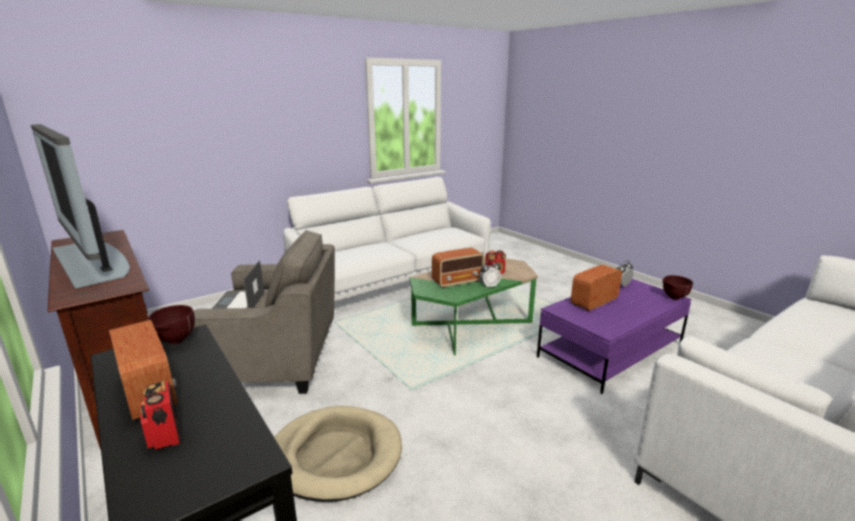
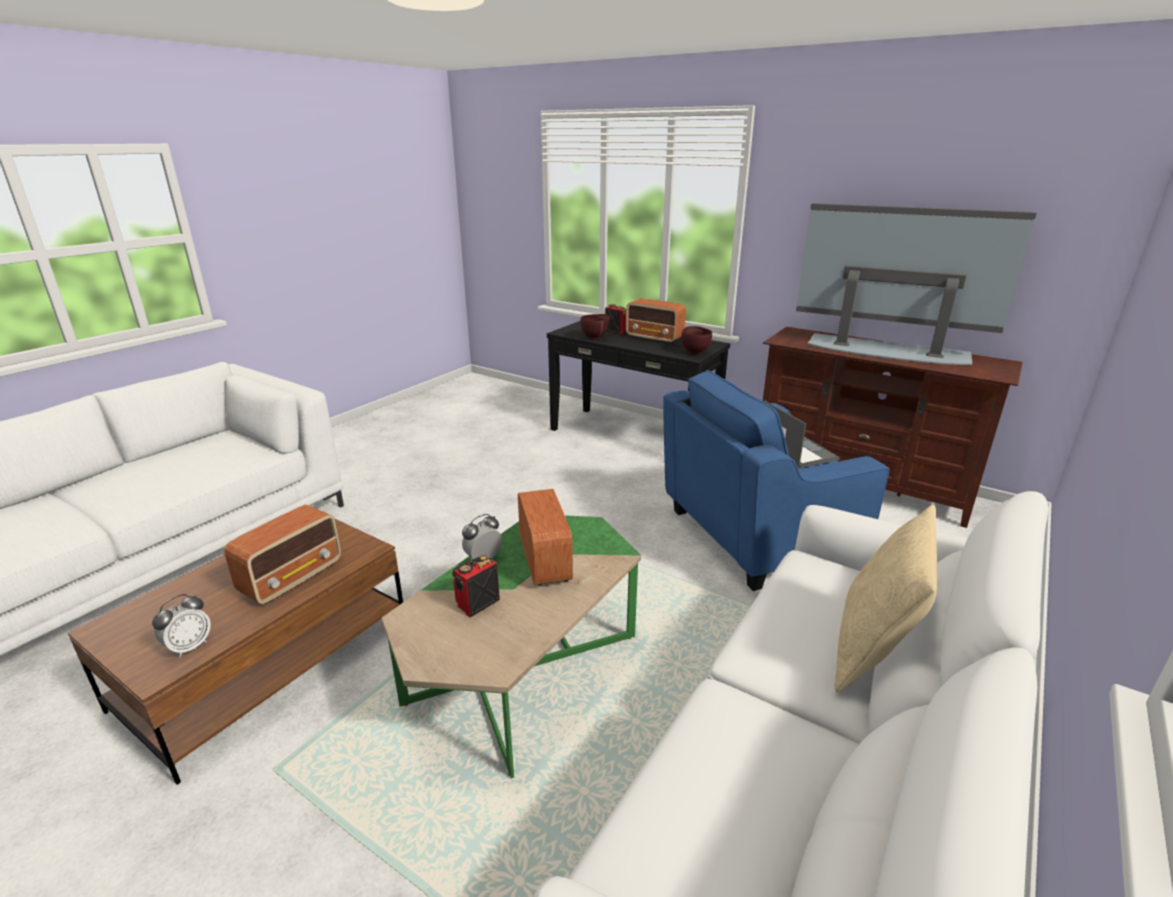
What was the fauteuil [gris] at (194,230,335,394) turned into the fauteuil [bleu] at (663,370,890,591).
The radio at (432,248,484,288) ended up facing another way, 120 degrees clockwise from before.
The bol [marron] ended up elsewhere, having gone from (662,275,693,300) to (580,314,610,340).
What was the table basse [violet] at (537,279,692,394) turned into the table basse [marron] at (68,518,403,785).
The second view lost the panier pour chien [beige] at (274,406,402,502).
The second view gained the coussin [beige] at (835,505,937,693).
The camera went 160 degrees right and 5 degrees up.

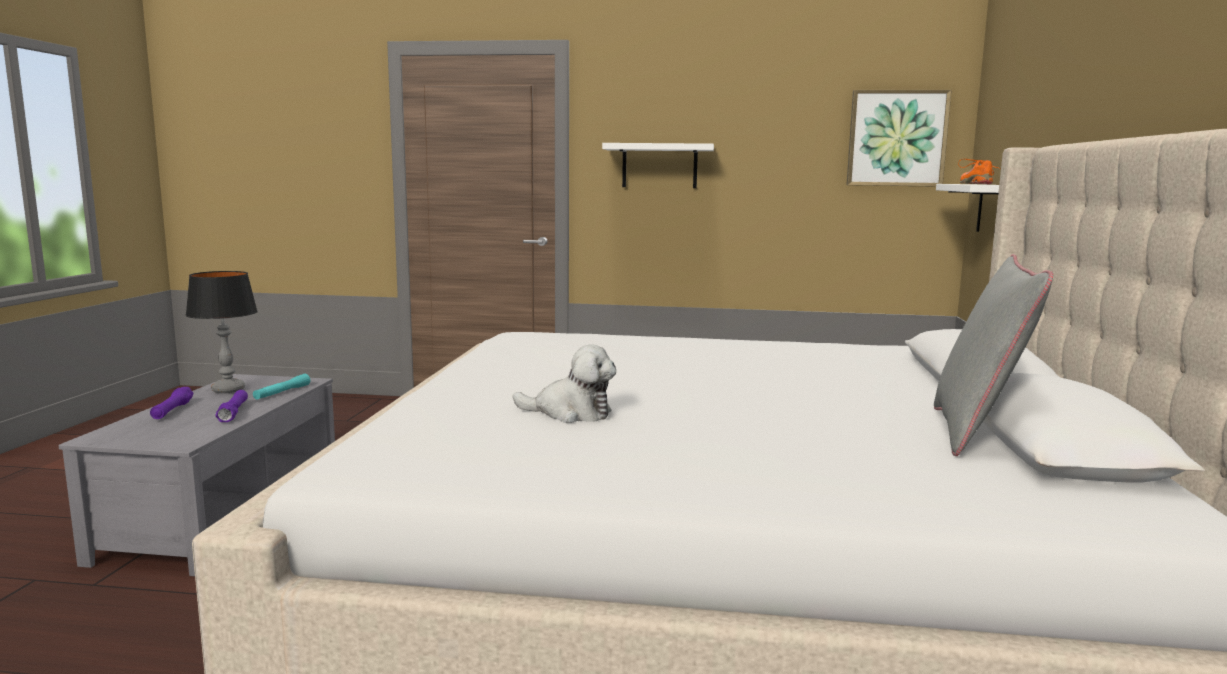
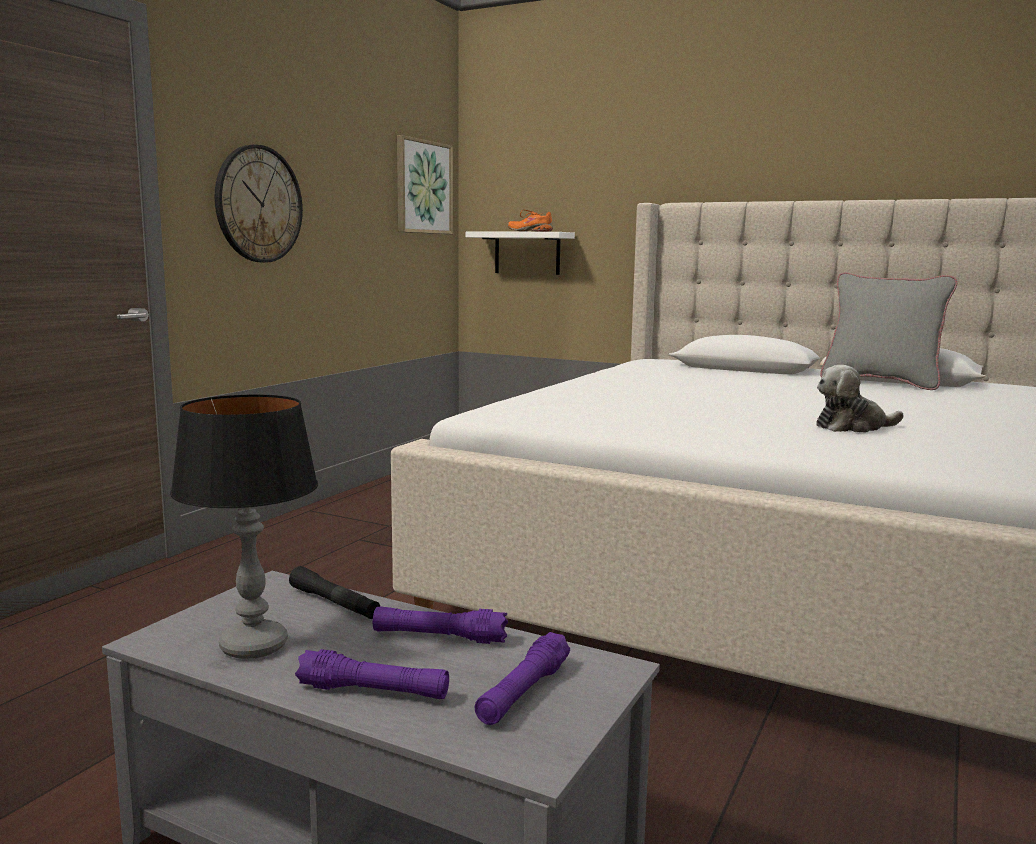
Where the étagère [blanc] hung at (602,143,714,188), the horloge murale came to hang at (215,144,303,263).
The peluche at (513,344,616,423) ended up facing another way, 135 degrees counterclockwise from before.
What was the lampe de poche [turquoise] at (253,374,310,400) turned into the lampe de poche [noir] at (289,566,380,619).
The second view gained the lampe de poche [violet] at (475,632,570,725).
The camera went 70 degrees left and 0 degrees up.

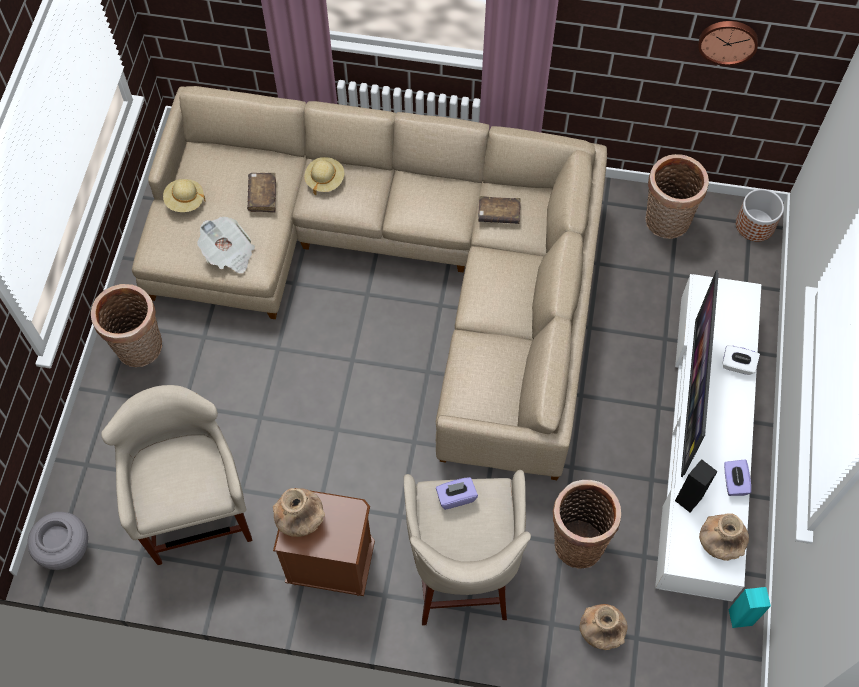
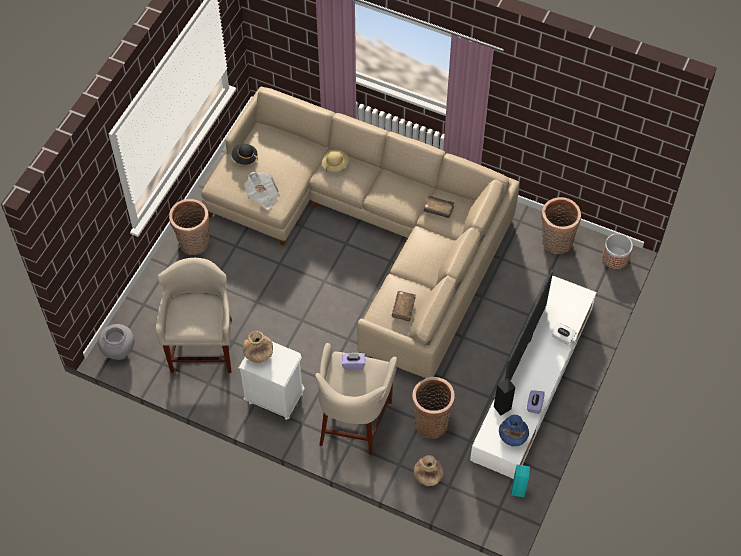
The second view lost the horloge murale at (698,21,758,66).
The livre [marron] ended up elsewhere, having gone from (247,173,276,212) to (392,291,416,322).
What was the chapeau [beige] at (163,179,206,212) turned into the chapeau [noir] at (232,144,258,165).
What was the table de chevet [marron] at (273,488,375,596) turned into the table de chevet [blanc] at (239,342,305,420).
What was the vase [marron] at (699,513,749,561) turned into the vase [bleu] at (499,415,529,446).
The camera went 15 degrees right and 5 degrees down.

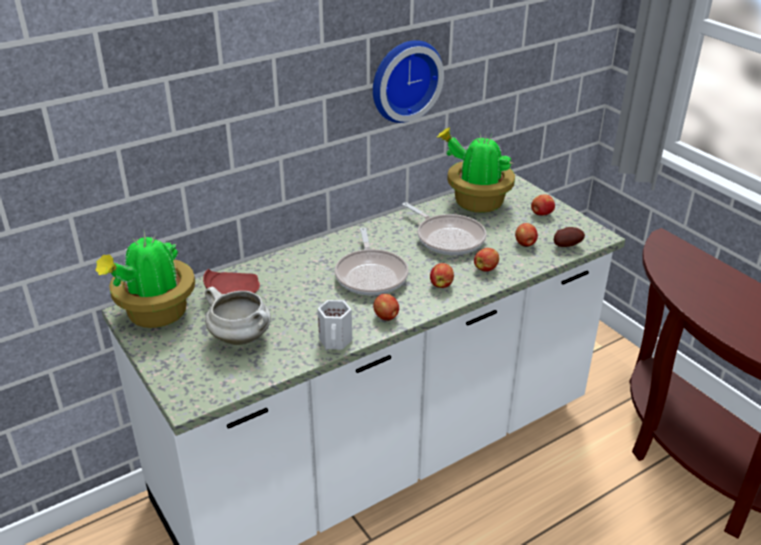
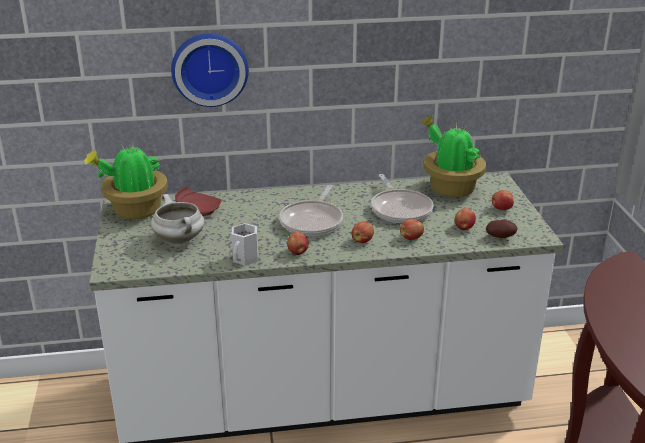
The horloge murale ended up elsewhere, having gone from (373,40,444,123) to (171,33,249,107).
The camera went 25 degrees right and 5 degrees down.

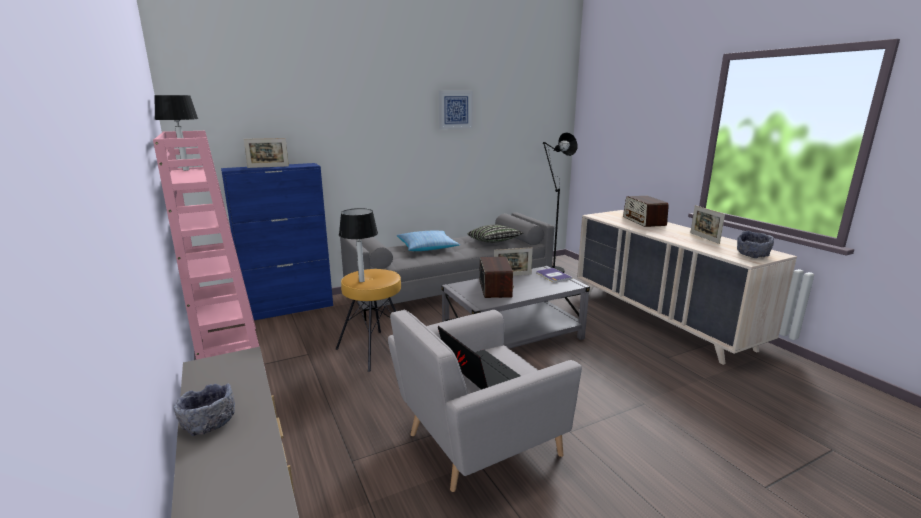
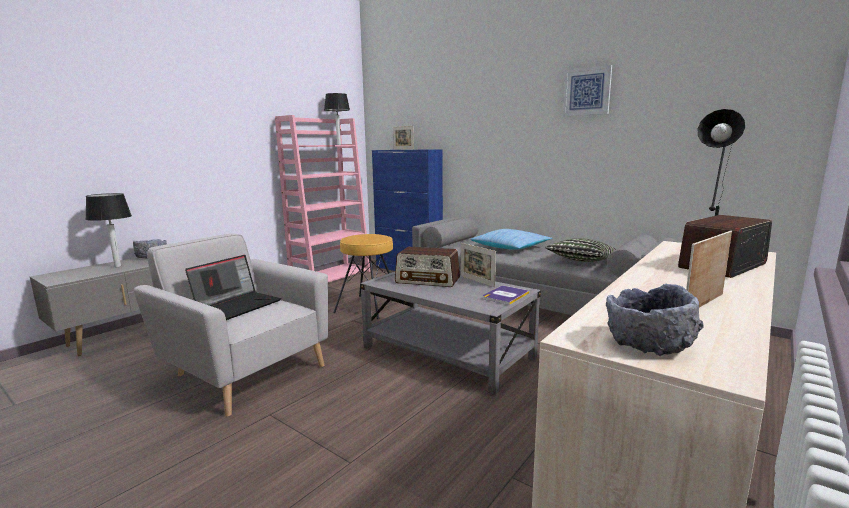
The lampe de table ended up elsewhere, having gone from (339,208,378,282) to (85,193,132,267).
The radio at (479,257,514,298) ended up facing another way, 45 degrees clockwise from before.
The camera went 65 degrees right and 5 degrees down.

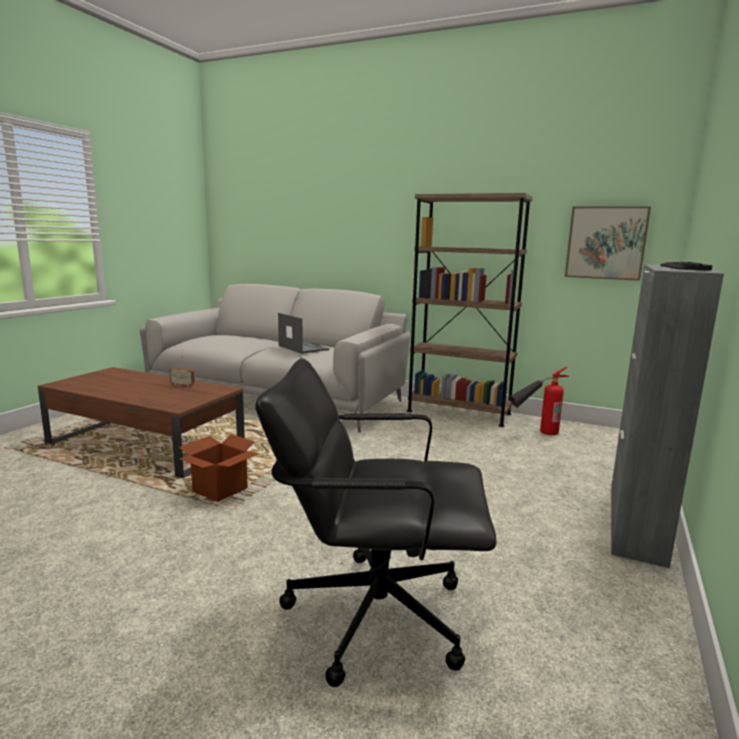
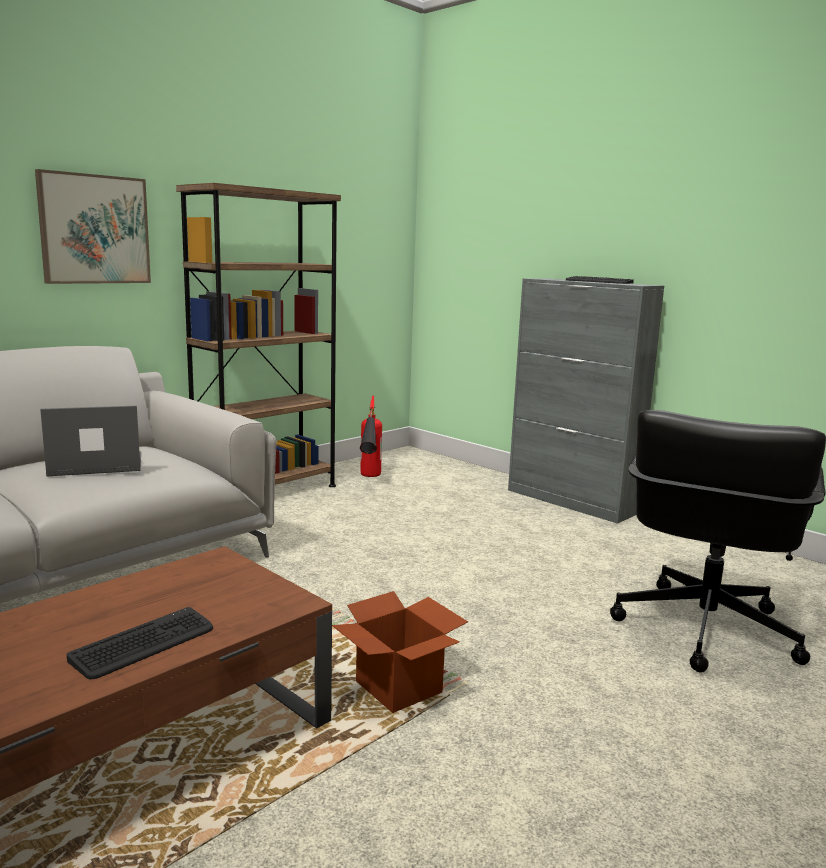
The tableau ended up elsewhere, having gone from (565,206,651,281) to (35,169,151,284).
The second view lost the radio at (169,356,195,387).
The second view gained the clavier at (67,607,213,679).
The camera went 70 degrees left and 0 degrees up.

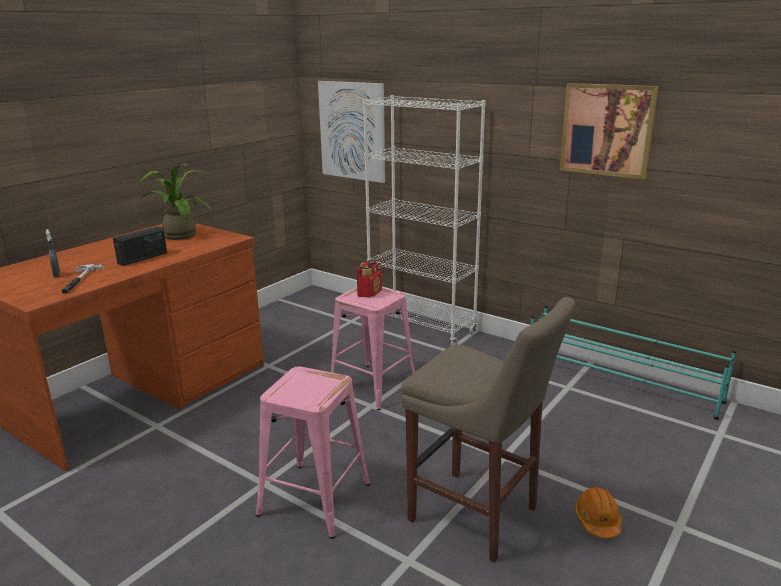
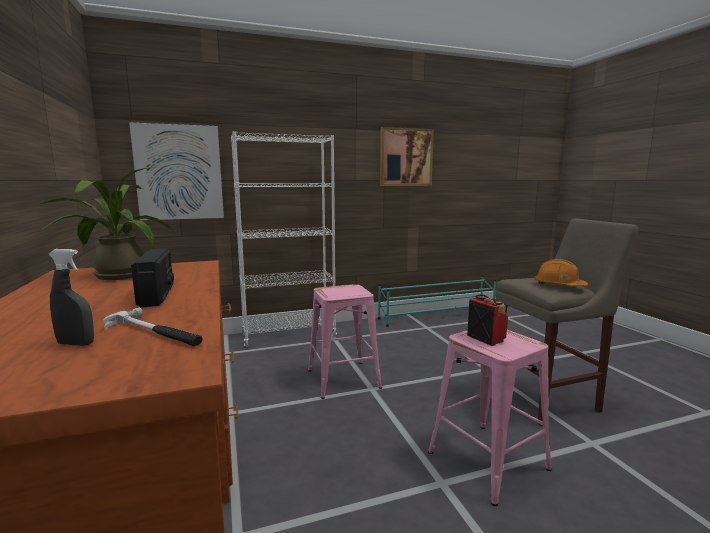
The radio ended up elsewhere, having gone from (357,260,382,298) to (467,295,508,346).
The casque de chantier [orange] ended up elsewhere, having gone from (575,487,622,538) to (534,259,588,287).
The camera went 55 degrees left and 10 degrees down.

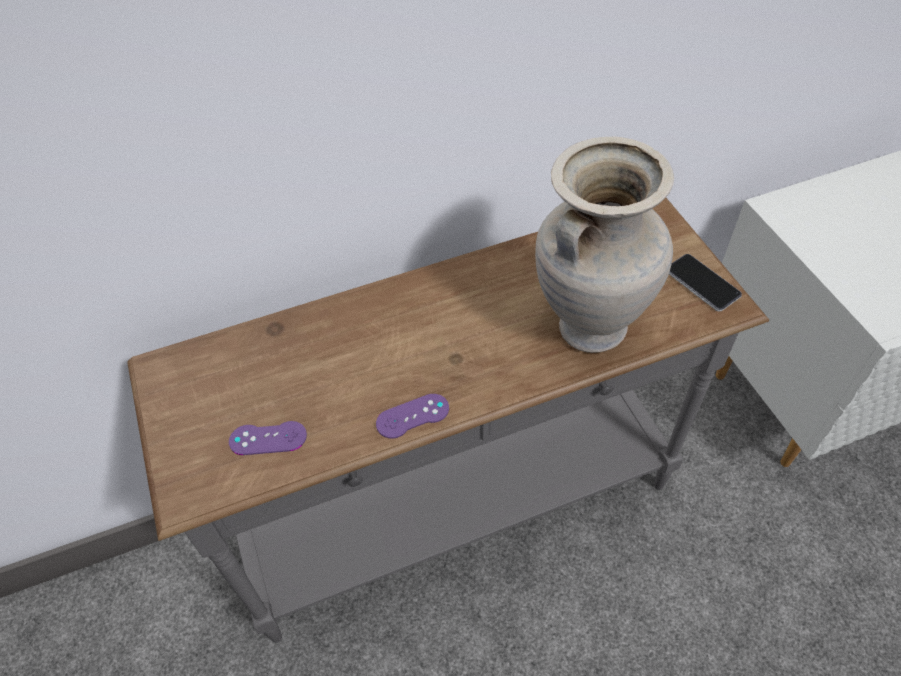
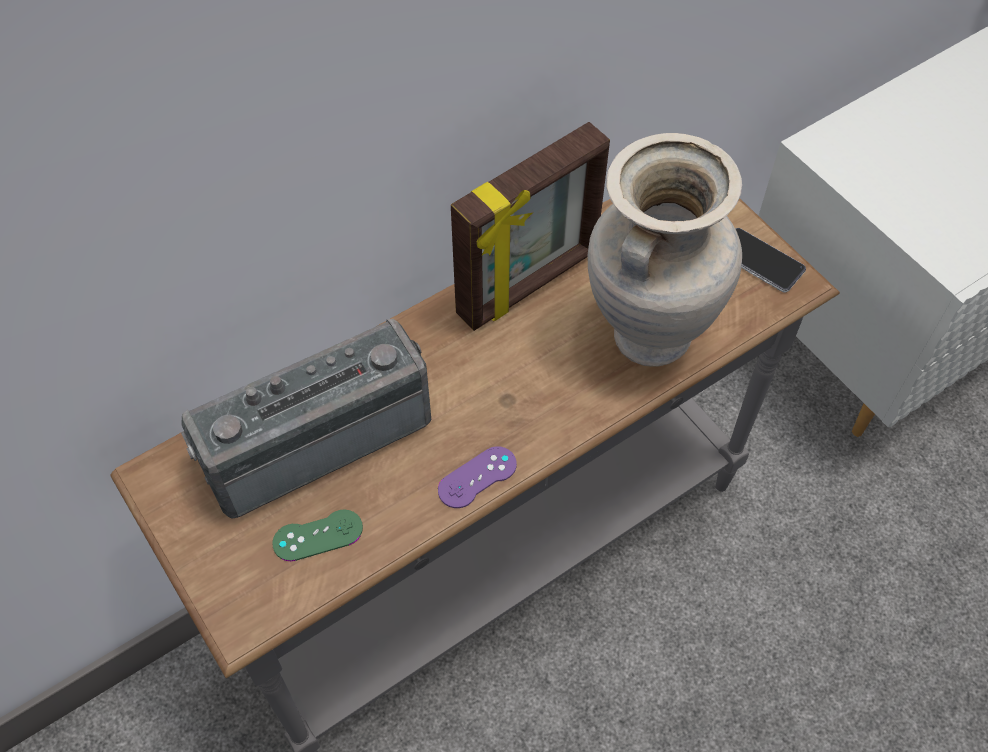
What was the manette [violet] at (229,421,307,455) turned into the manette [vert] at (272,509,363,561).
The second view gained the cadre photo at (451,122,610,331).
The second view gained the radio at (181,319,431,519).
The camera went 15 degrees left and 5 degrees up.

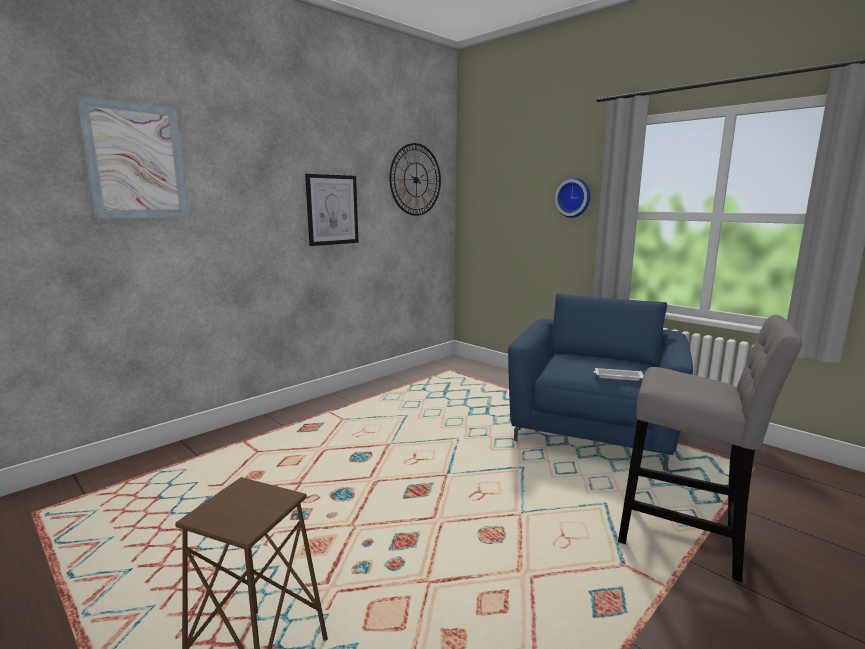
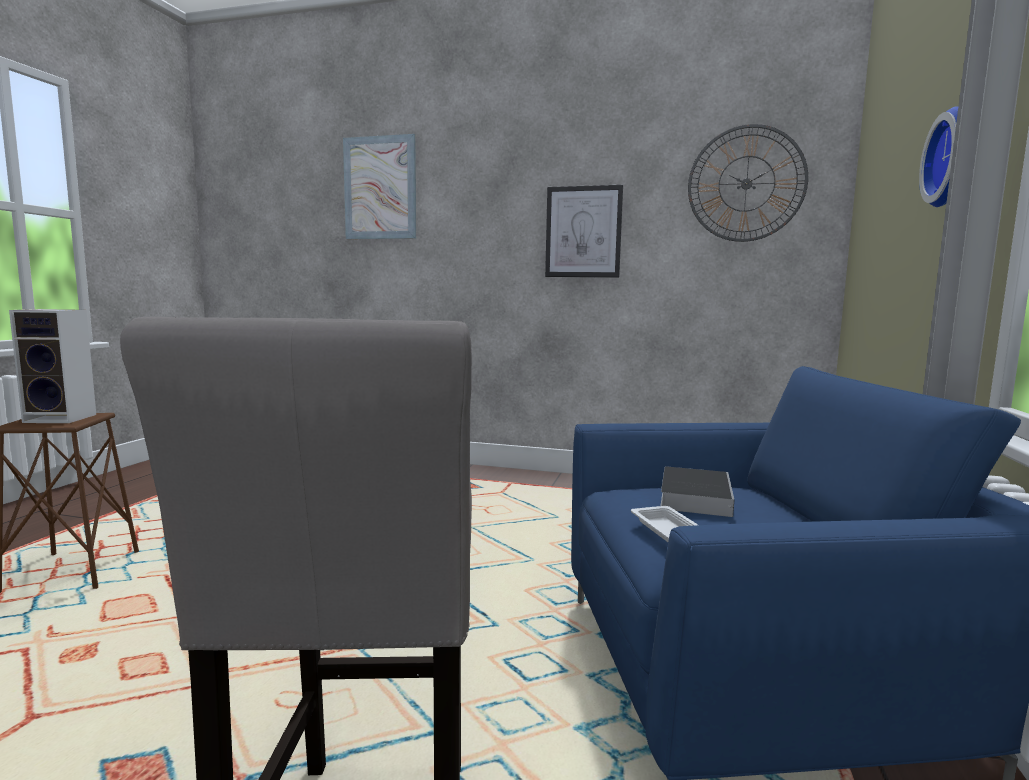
The second view gained the enceinte at (9,309,96,423).
The second view gained the livre at (661,466,734,517).
The camera went 60 degrees right and 5 degrees down.

